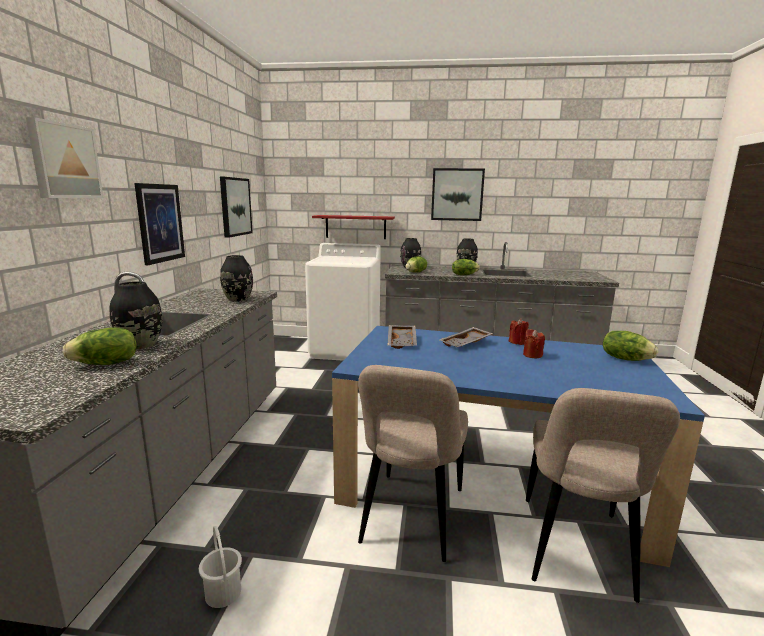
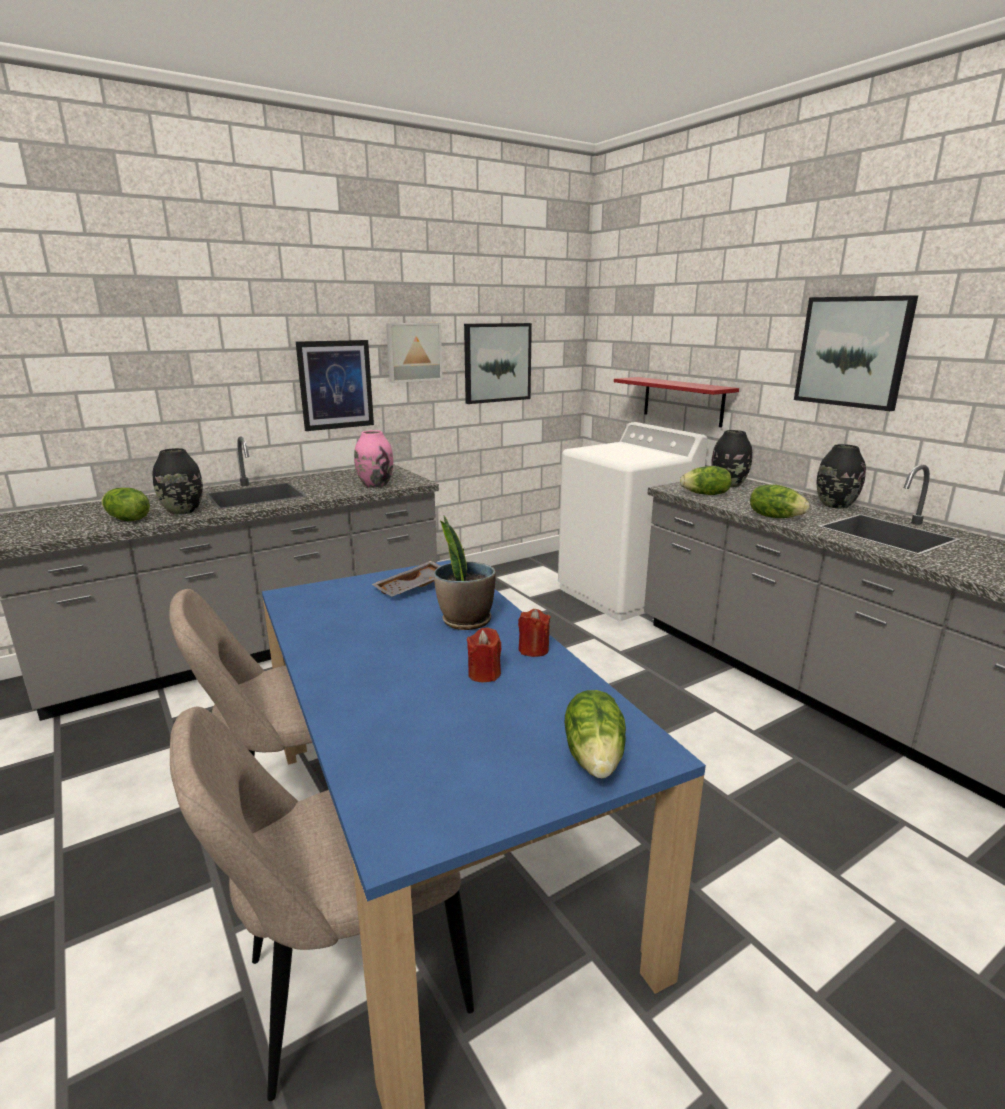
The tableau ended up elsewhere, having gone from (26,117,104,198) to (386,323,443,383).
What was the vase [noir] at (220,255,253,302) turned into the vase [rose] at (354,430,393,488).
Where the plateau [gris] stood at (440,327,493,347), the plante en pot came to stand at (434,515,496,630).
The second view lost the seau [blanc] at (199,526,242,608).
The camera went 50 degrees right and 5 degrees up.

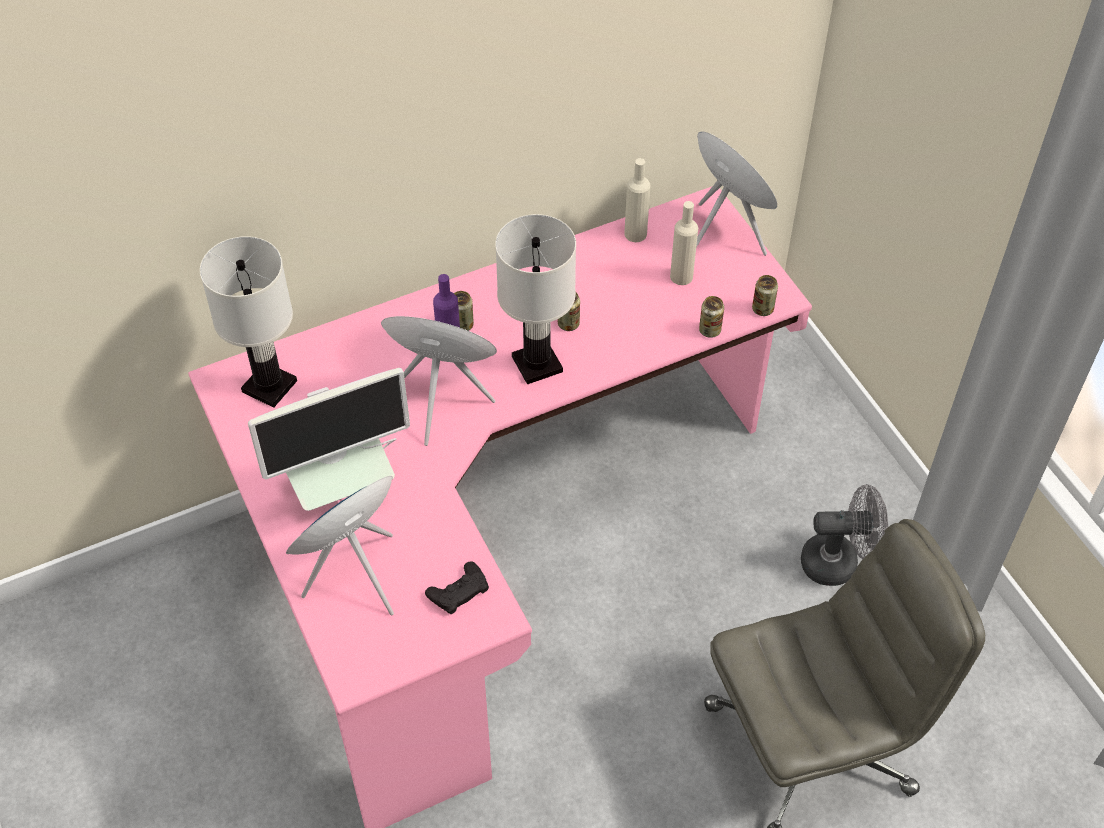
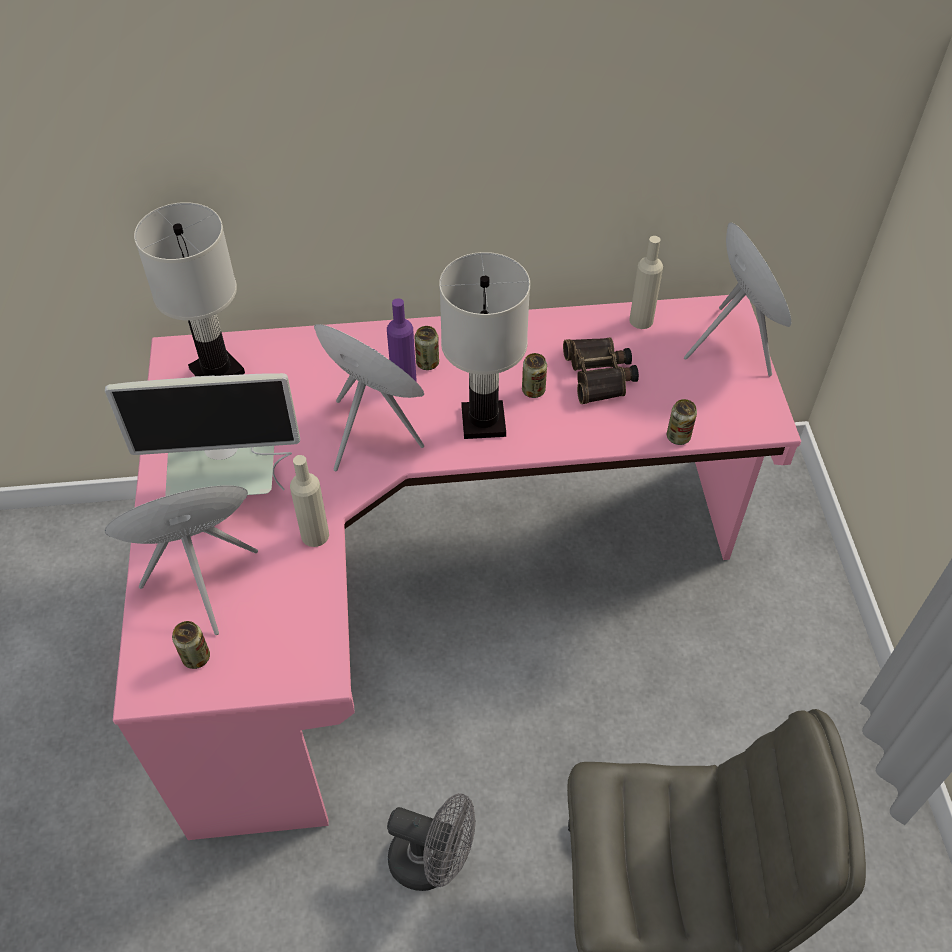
The bouteille [beige] ended up elsewhere, having gone from (670,201,698,285) to (290,455,329,547).
The boîte métallique ended up elsewhere, having gone from (752,275,778,316) to (172,621,210,669).
The ventilateur [gris] ended up elsewhere, having gone from (801,484,888,586) to (387,793,476,891).
The second view lost the manette [noir] at (425,561,489,614).
The second view gained the jumelles at (563,337,639,404).
The camera went 20 degrees right and 0 degrees up.

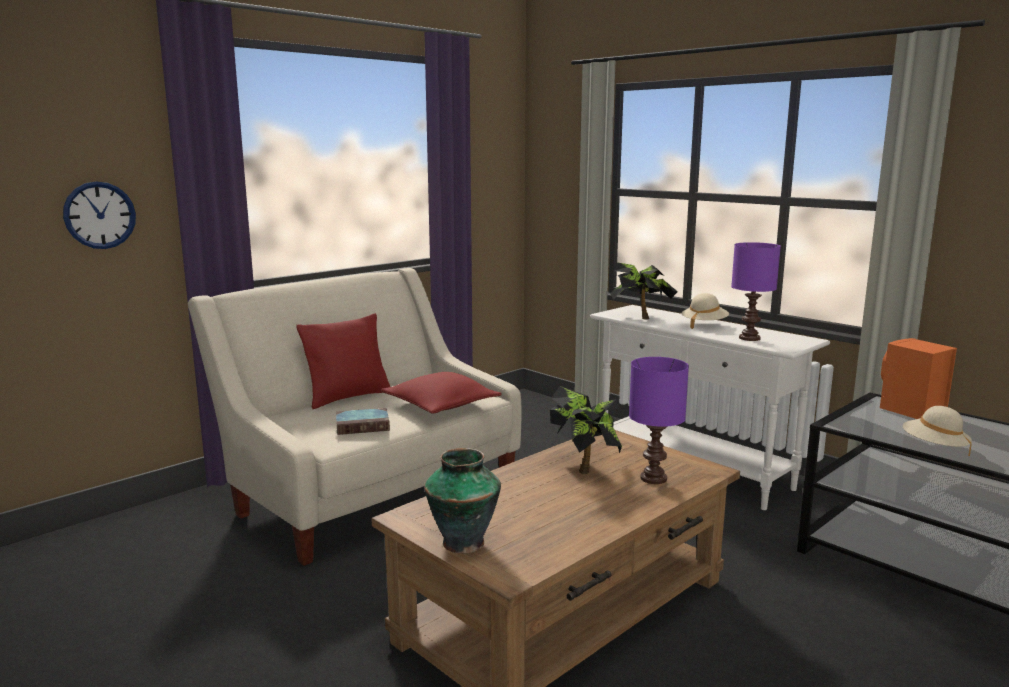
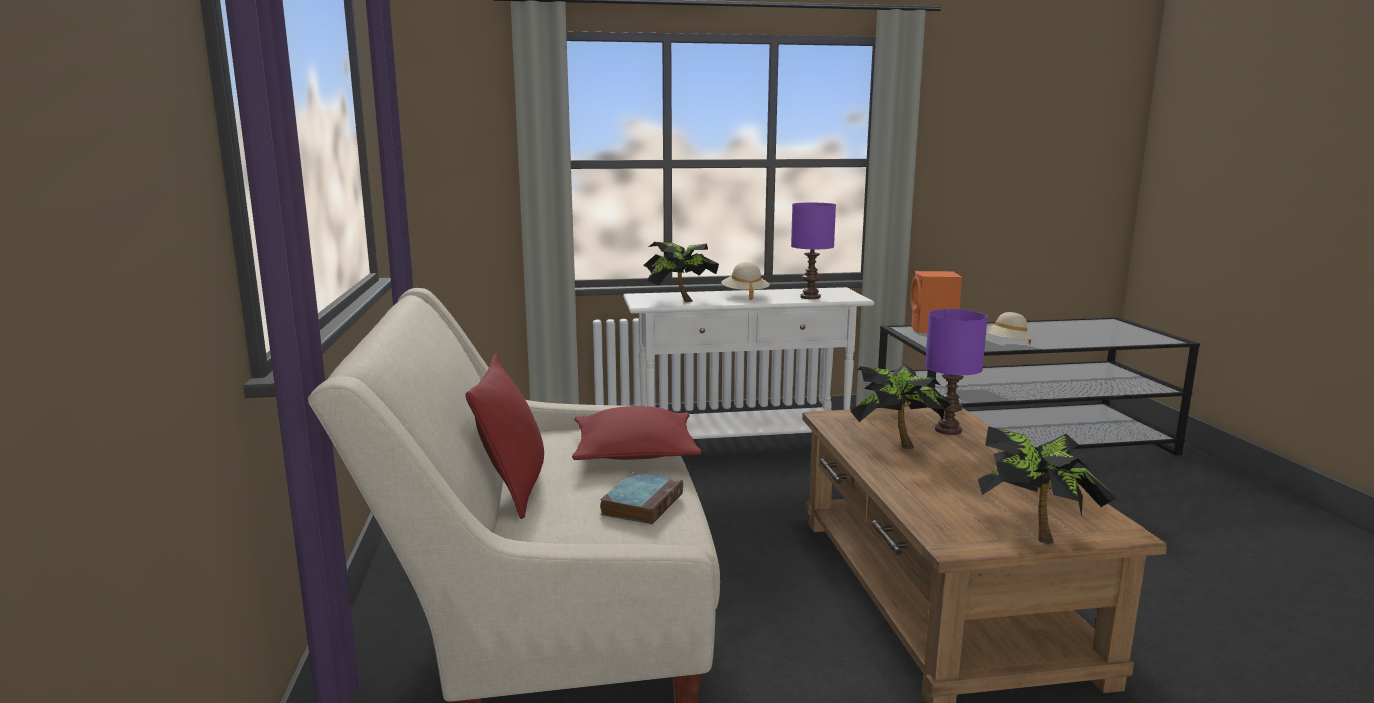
The second view lost the horloge murale at (63,181,136,249).
Where the vase stood at (424,448,501,554), the plante en pot came to stand at (978,426,1117,544).
The camera went 55 degrees left and 0 degrees up.

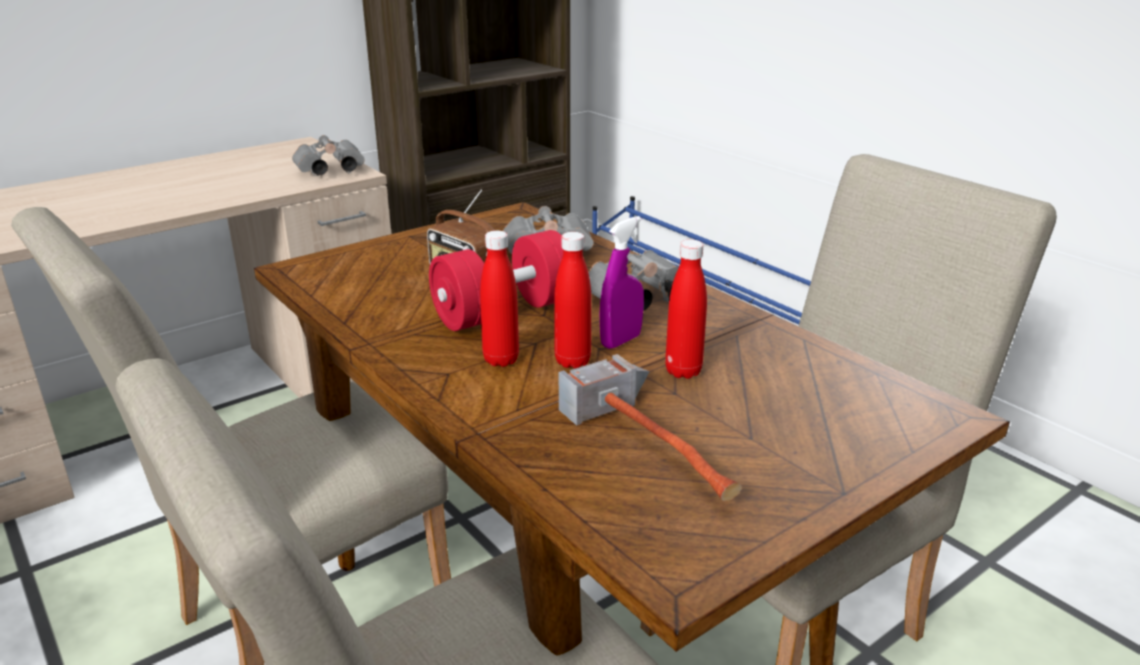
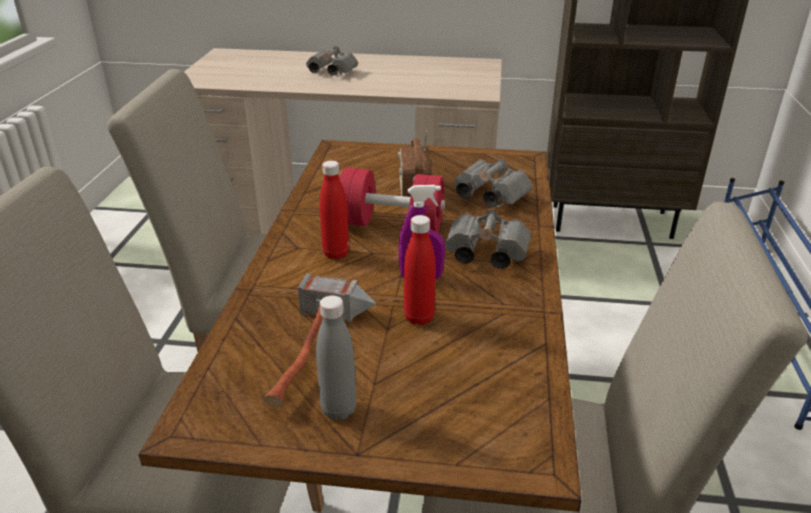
The jumelles [gris] ended up elsewhere, having gone from (292,135,365,176) to (306,46,358,77).
The second view lost the bouteille [rouge] at (554,232,591,369).
The second view gained the bouteille [gris] at (316,295,357,420).
The camera went 45 degrees right and 5 degrees up.

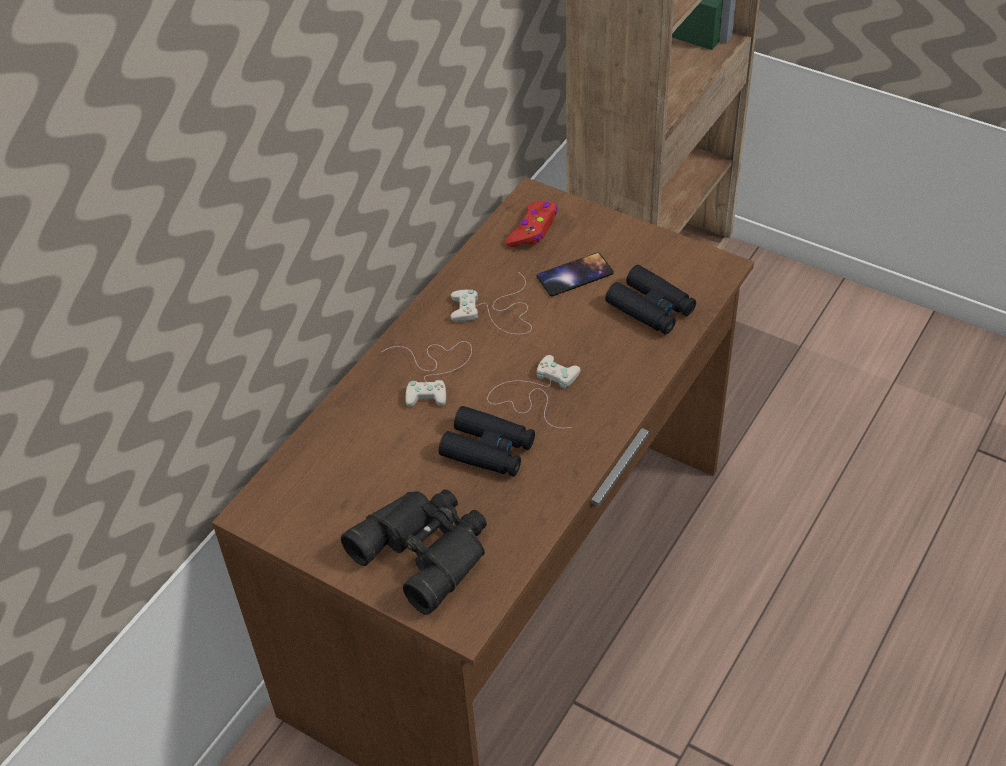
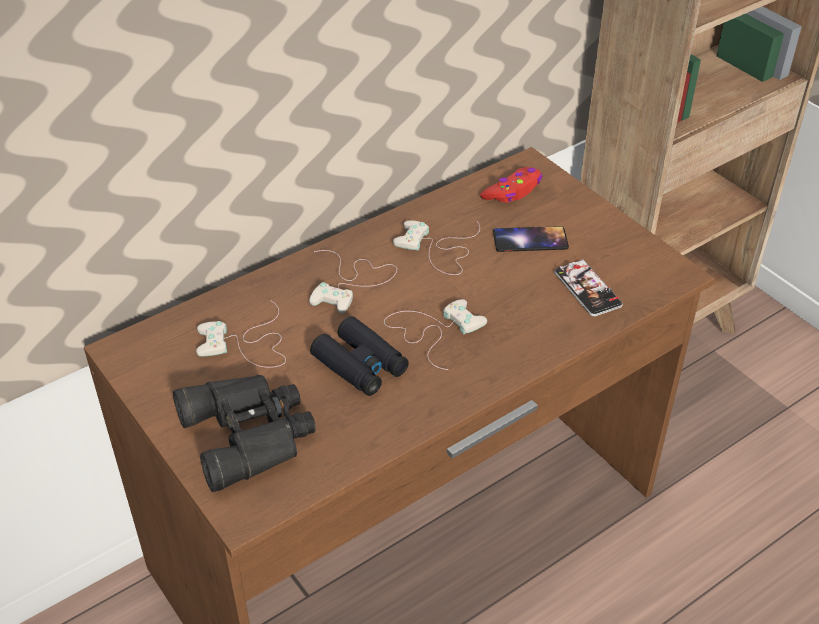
Where the jumelles [noir] stood at (605,265,696,335), the téléphone came to stand at (554,259,623,317).
The second view gained the manette [blanc] at (196,300,286,368).
The camera went 20 degrees right and 5 degrees down.

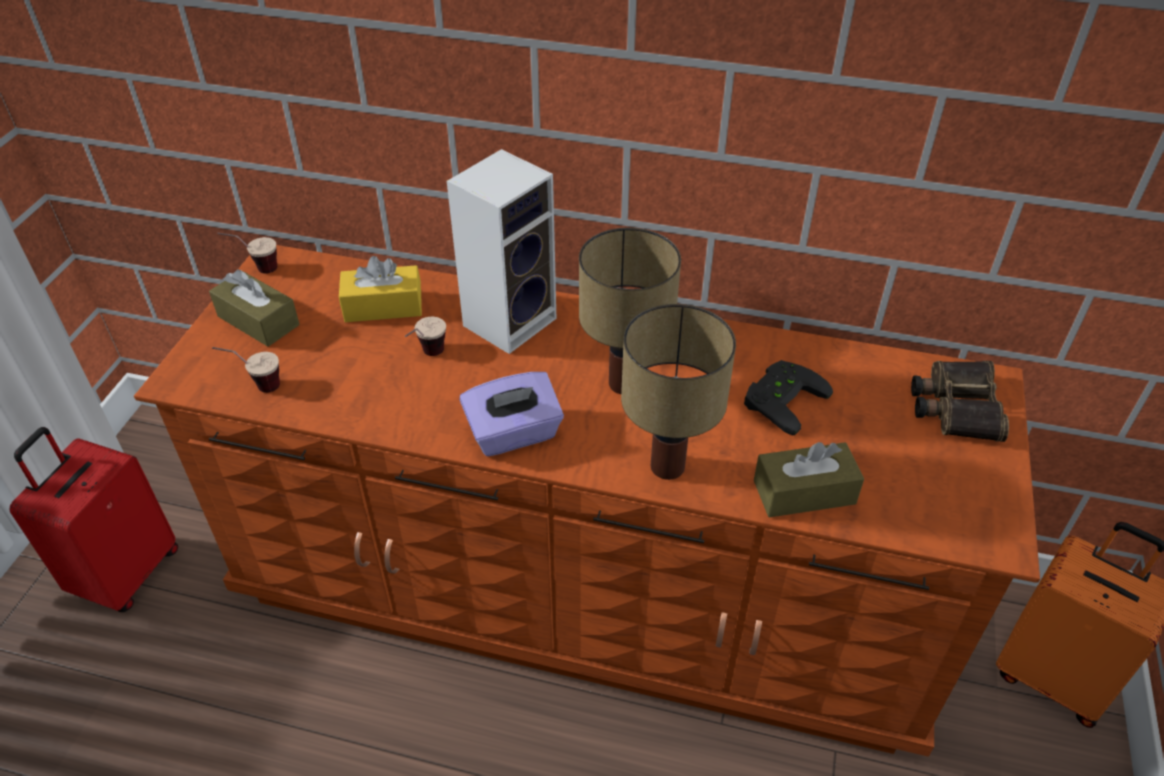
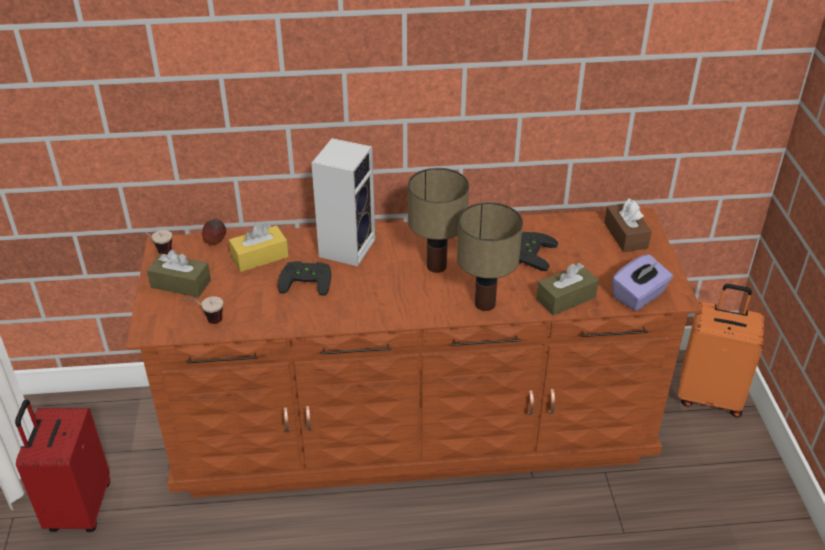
Where the tasse stood at (405,317,446,356), the manette [noir] came to stand at (278,261,331,296).
Where the jumelles stood at (911,361,1009,442), the boîte à mouchoirs [marron] came to stand at (604,198,652,252).
The boîte à mouchoirs [violet] ended up elsewhere, having gone from (460,372,564,456) to (612,254,673,311).
The second view gained the pomme at (202,219,226,245).
The camera went 20 degrees left and 5 degrees down.

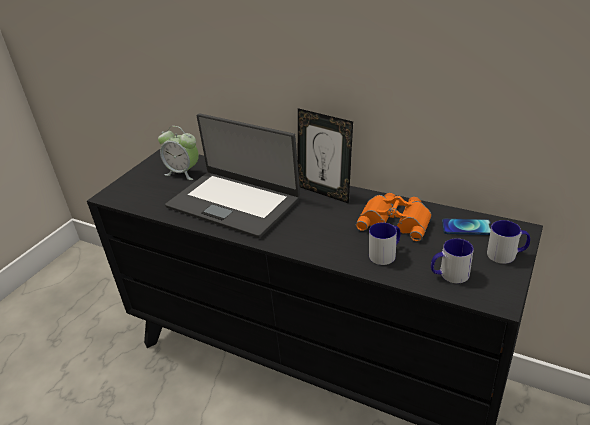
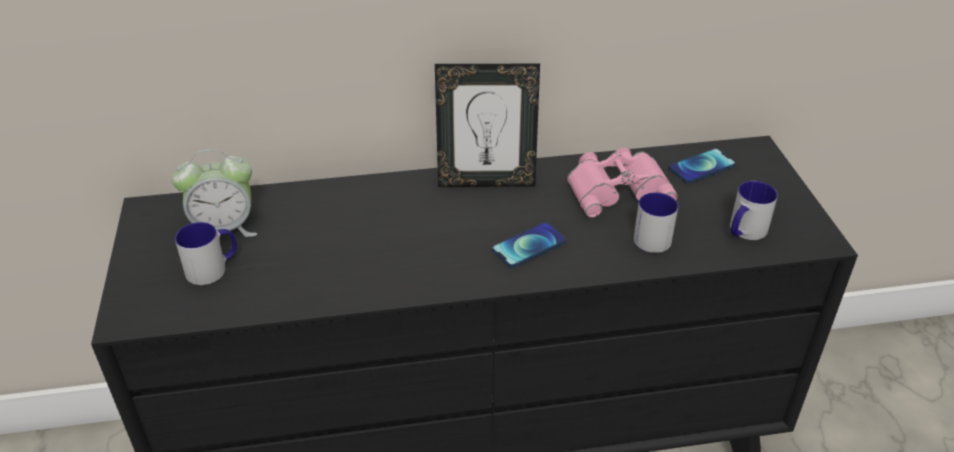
The second view lost the ordinateur portable at (165,113,300,238).
What was the jumelles [orange] at (356,193,432,242) turned into the jumelles [rose] at (567,148,678,218).
The mug ended up elsewhere, having gone from (487,220,530,264) to (175,222,237,285).
The second view gained the téléphone at (492,222,566,268).
The camera went 40 degrees left and 5 degrees up.

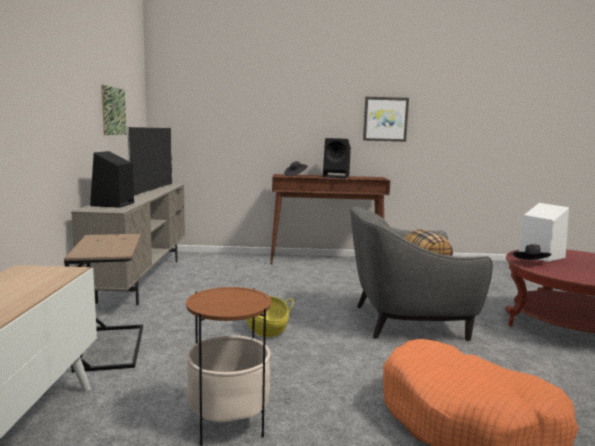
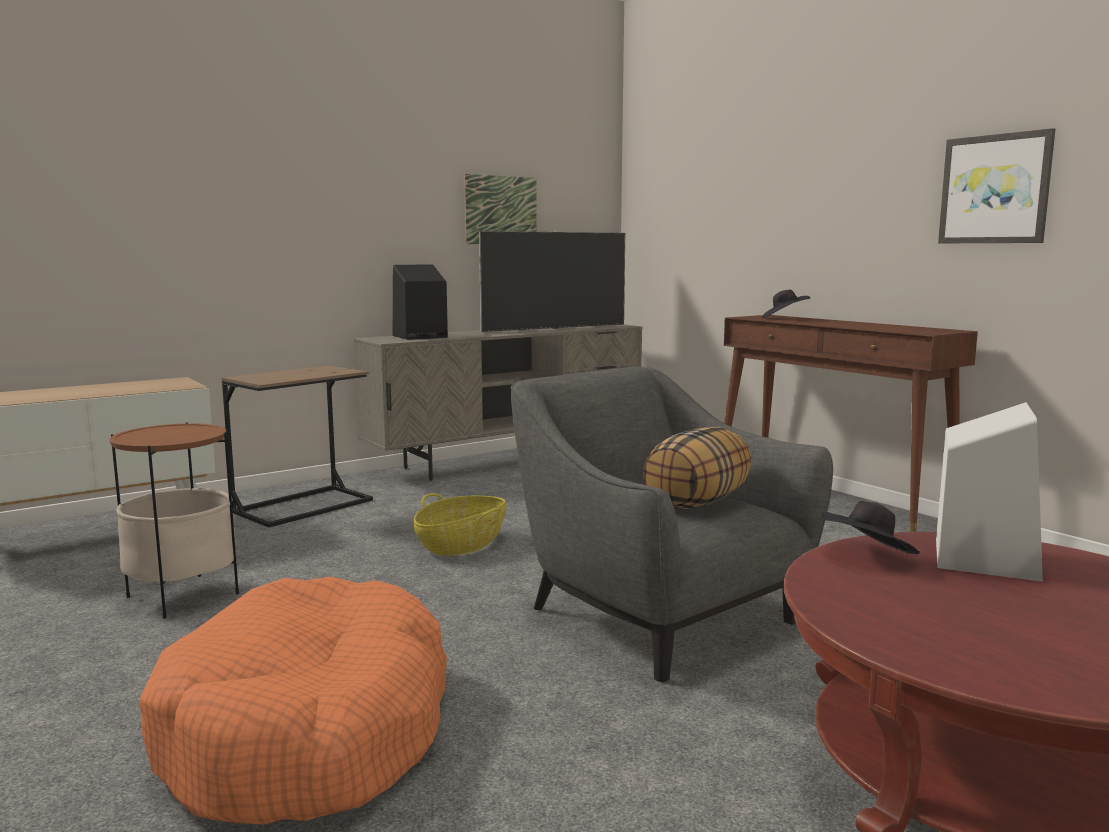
The second view lost the enceinte [noir] at (323,138,351,178).
The camera went 55 degrees right and 0 degrees up.

